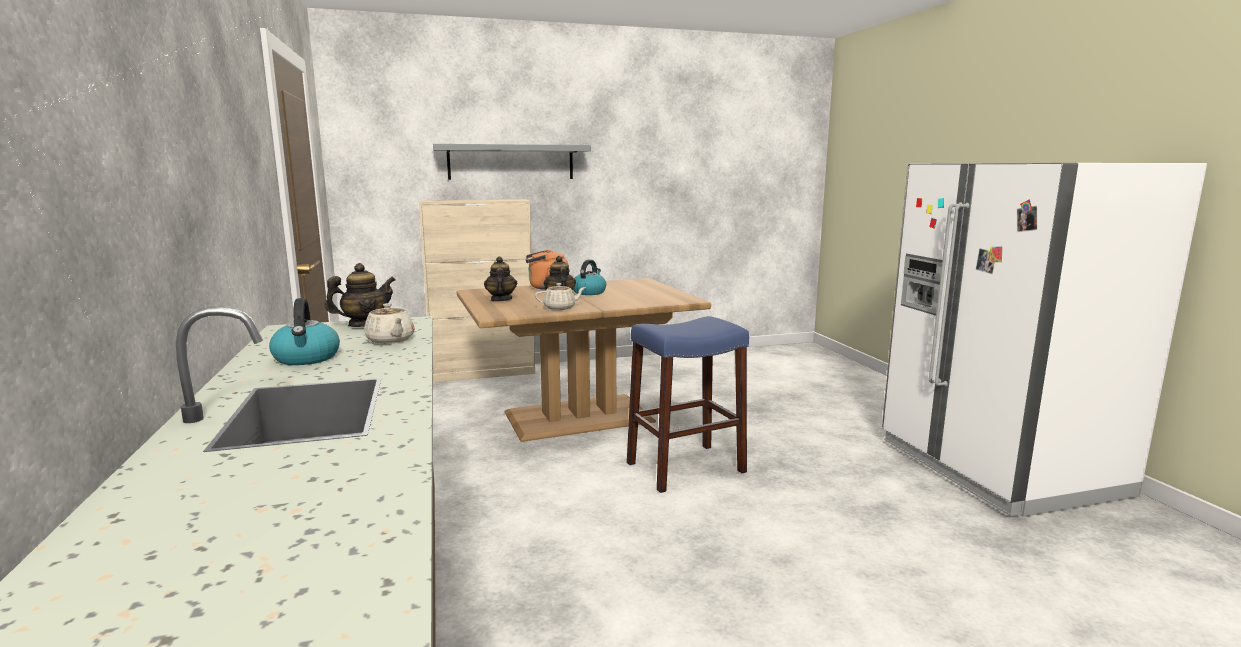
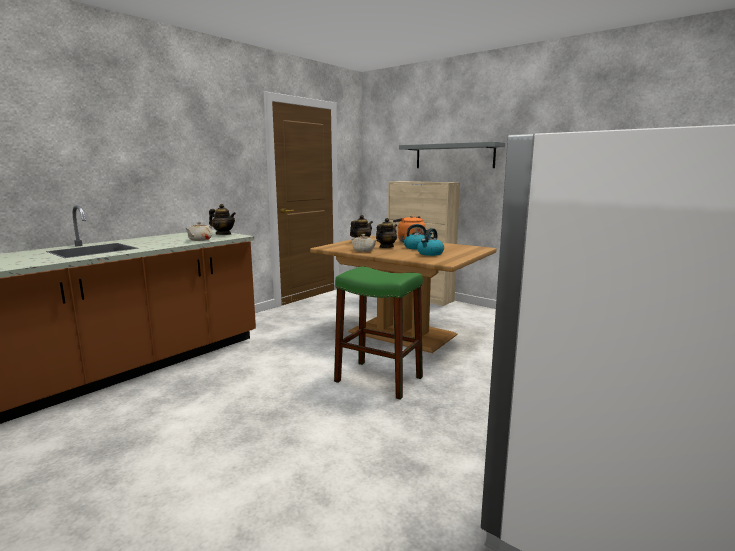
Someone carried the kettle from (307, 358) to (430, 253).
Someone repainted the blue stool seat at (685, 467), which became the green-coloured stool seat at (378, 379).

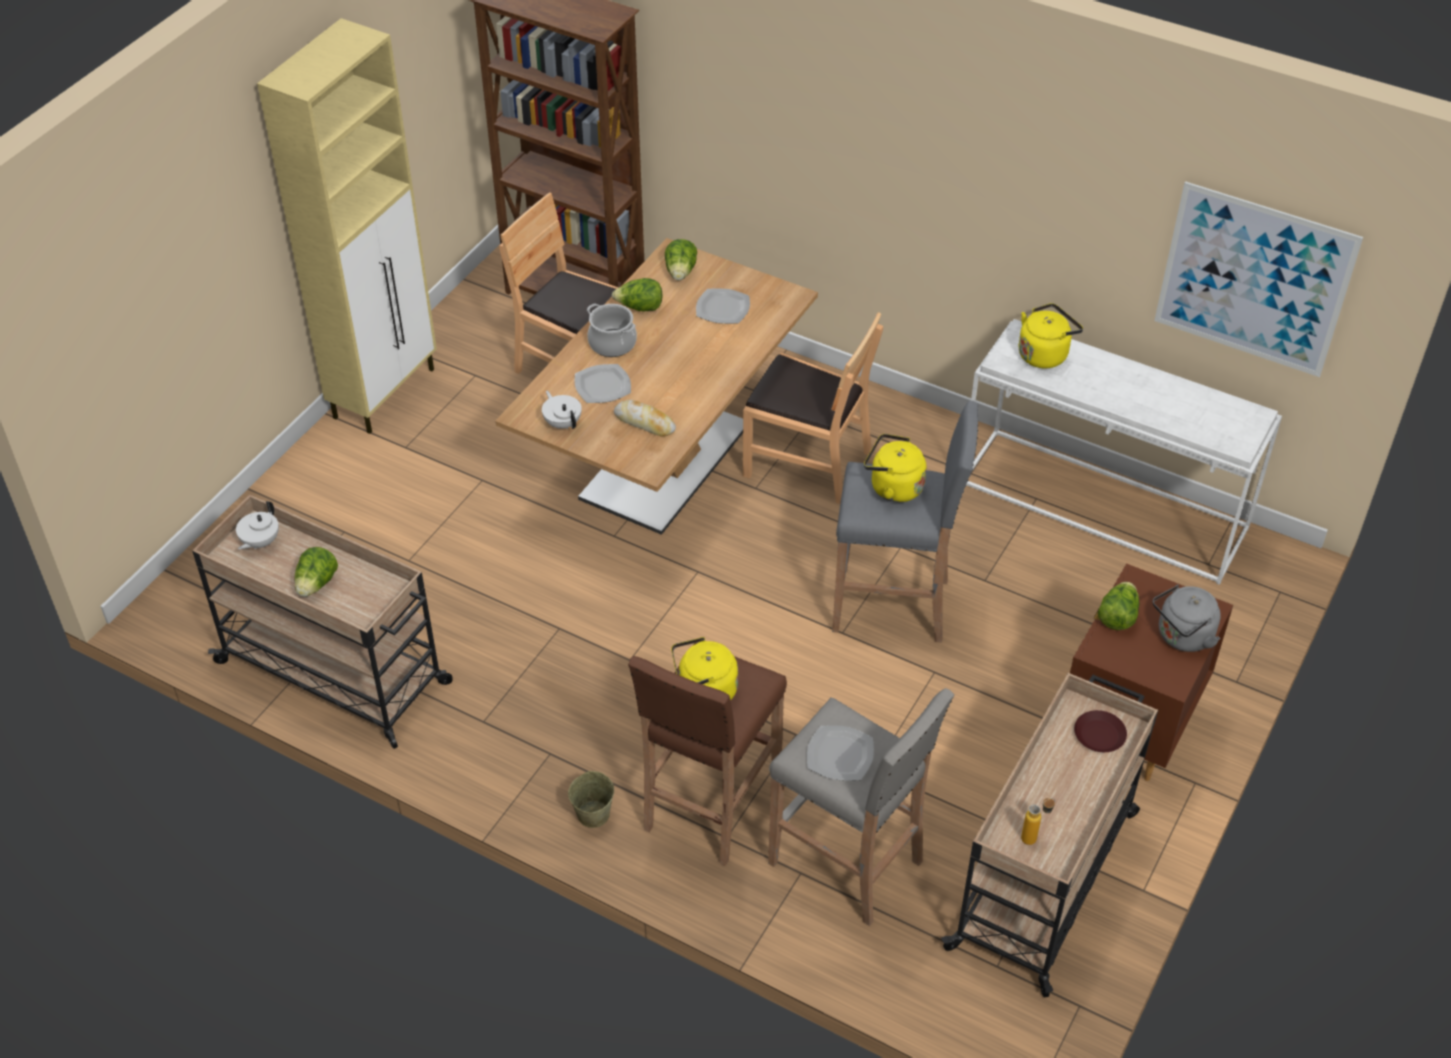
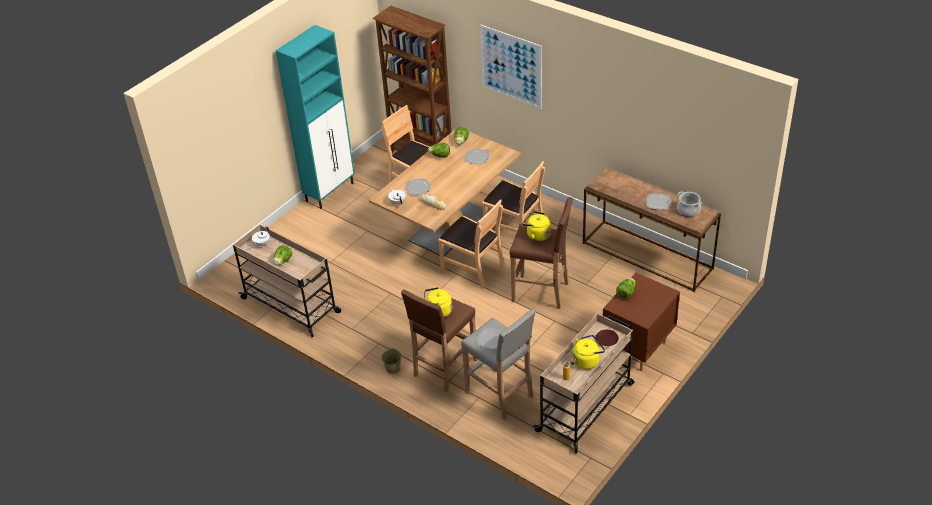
Someone repainted the sand-coloured cupboard at (385, 392), which became the turquoise cupboard at (330, 192).
Someone carried the picture from (1254, 280) to (511, 66).
Someone carried the yellow kettle from (1044, 354) to (587, 360).
Someone carried the stockpot from (612, 344) to (688, 210).
Someone repainted the white-coloured hall table at (1105, 505), which became the brown hall table at (648, 255).
Someone repainted the greyish stool seat at (894, 605), which became the brown stool seat at (541, 292).
Someone took away the greyish kettle at (1182, 637).
Someone put down the dinner plate at (658, 202).
Someone put down the brown plain chair at (473, 268).

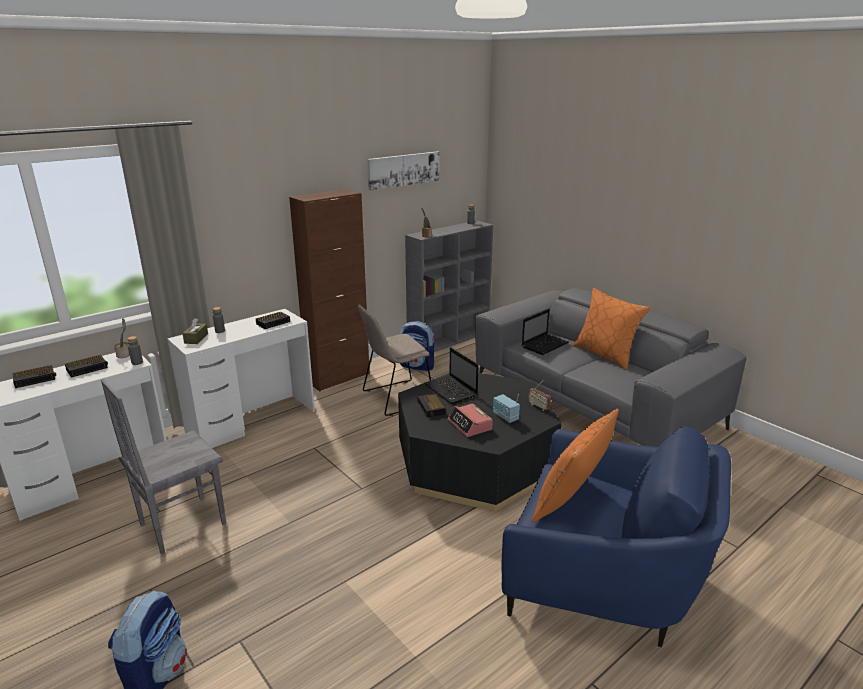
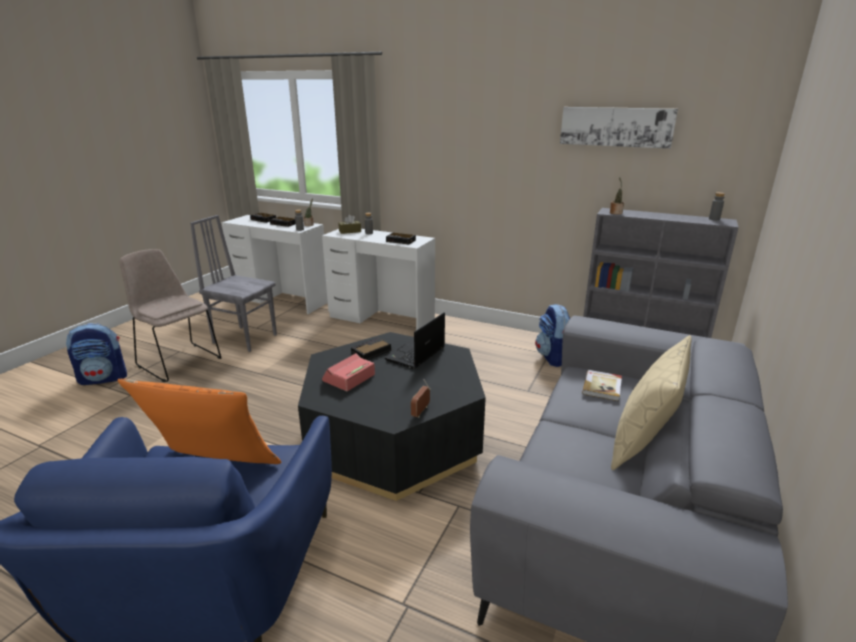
Someone took away the brown cupboard at (338, 378).
Someone repainted the orange-coloured pillow at (606, 354), which became the sand-coloured pillow at (643, 443).
Someone carried the sand-coloured plain chair from (395, 398) to (178, 361).
Someone swapped the notebook computer at (545, 345) for the bound book at (602, 387).
Someone took away the radio set at (505, 417).

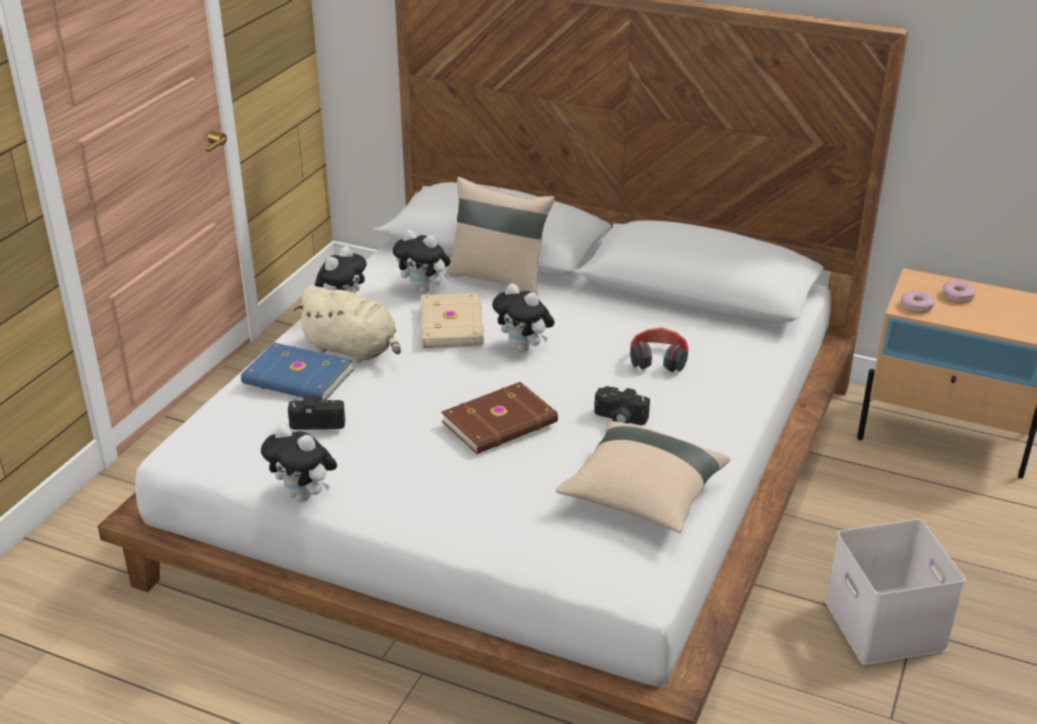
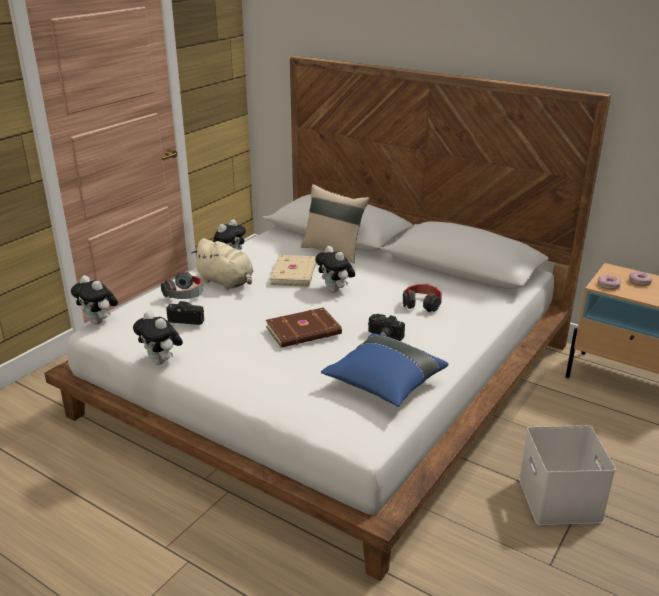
Someone carried the cuddly toy from (424, 290) to (99, 322).
Someone swapped the blue bound book at (297, 378) for the headphones at (185, 294).
Someone repainted the sand-coloured pillow at (642, 496), which became the blue pillow at (384, 384).

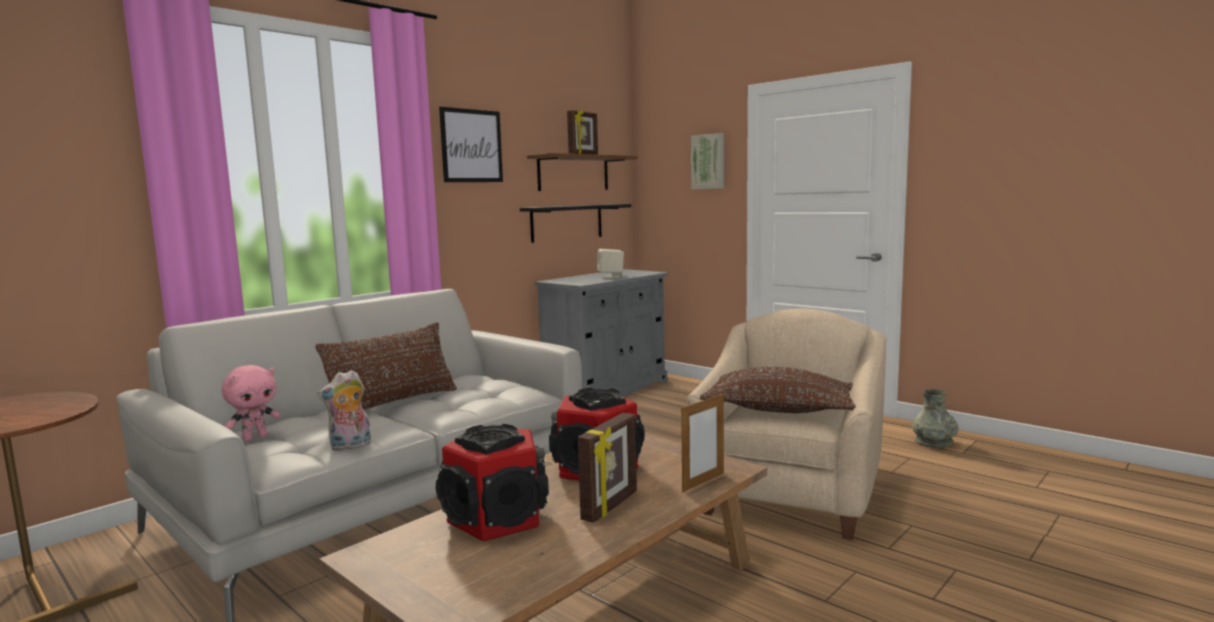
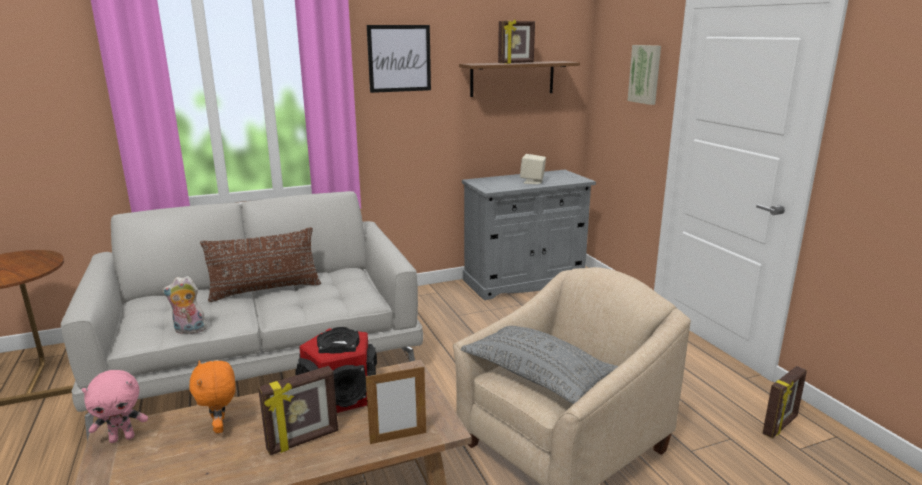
Someone took away the blackish wall shelf at (567, 222).
Someone carried the pinkish cuddly toy from (255, 437) to (122, 438).
Someone repainted the brown pillow at (779, 410), which became the greyish pillow at (537, 375).
Someone swapped the greyish vase at (934, 442) for the standing frame at (780, 426).
Someone swapped the loudspeaker at (498, 519) for the orange-coloured cuddly toy at (220, 427).

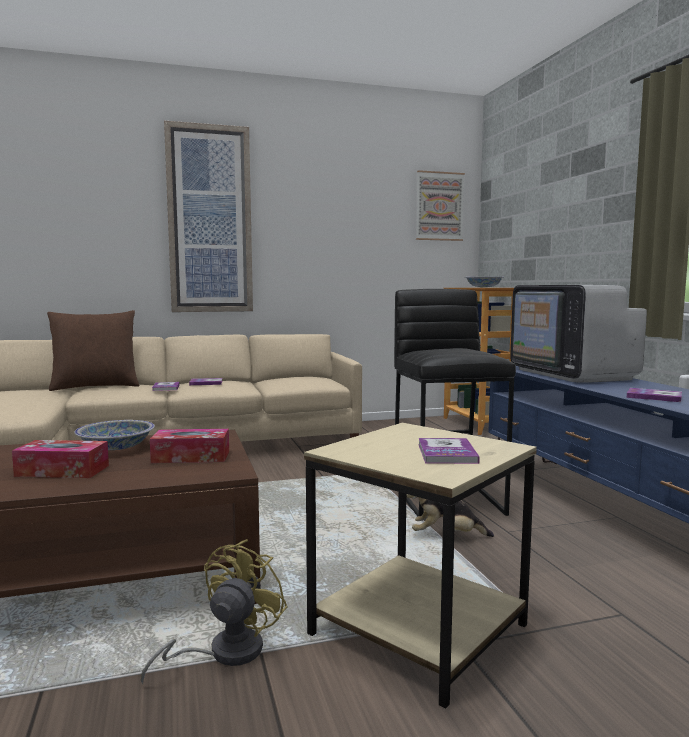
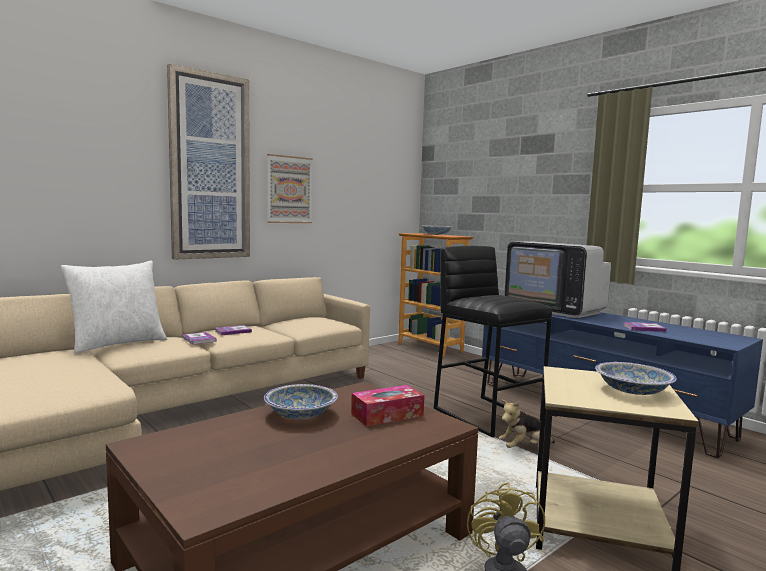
Someone carried the picture from (439, 206) to (289, 190).
Someone repainted the brown pillow at (95, 386), which became the white-coloured pillow at (117, 344).
Someone swapped the bound book at (447, 453) for the bowl at (632, 391).
Someone took away the box of tissues at (62, 471).

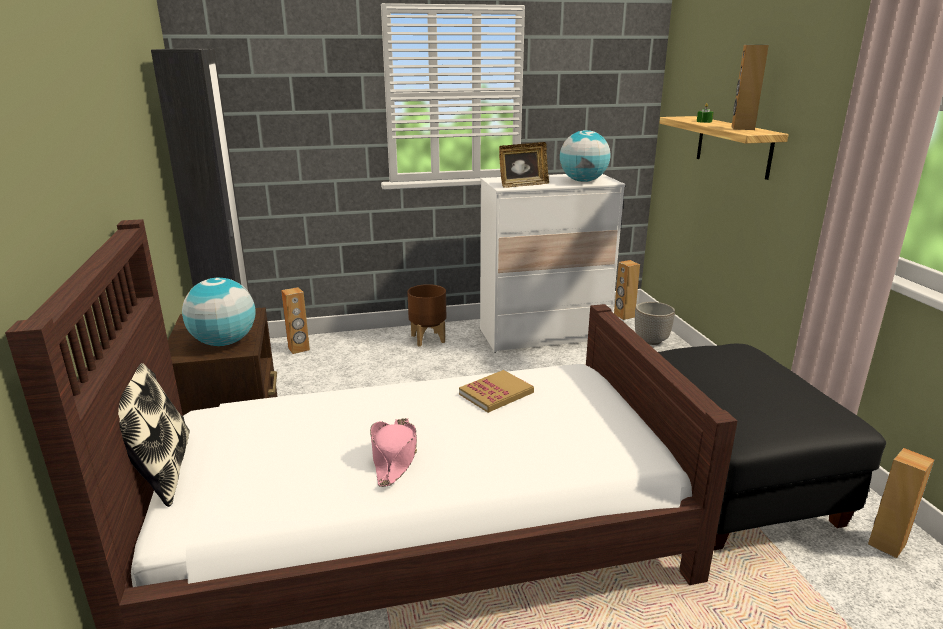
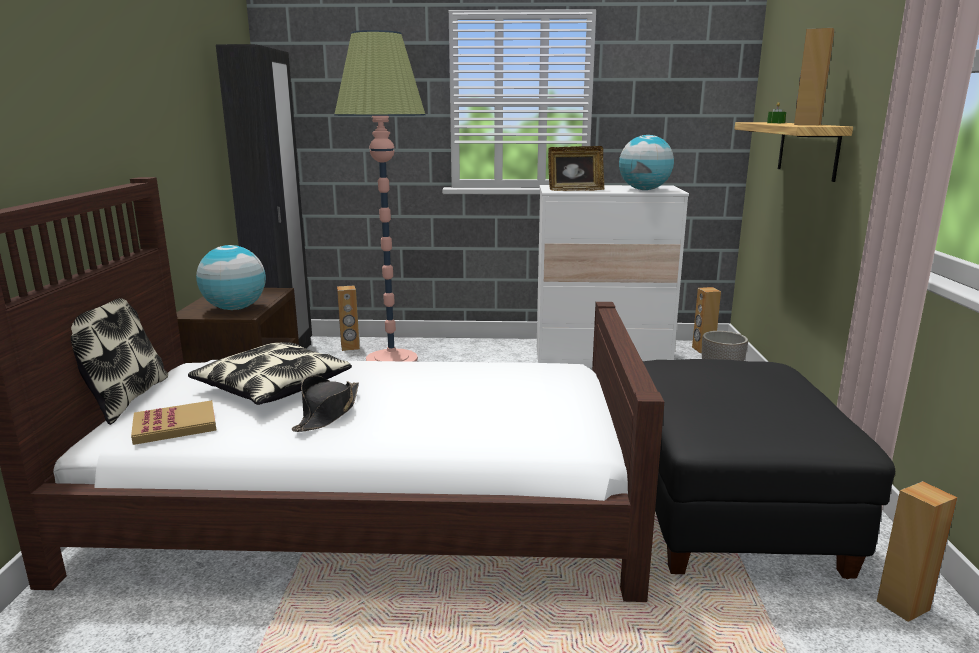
Someone took away the brown flower pot at (428, 339).
Someone carried the bound book from (496, 393) to (175, 426).
Someone repainted the pinkish hat at (394, 457), which became the blackish hat at (328, 413).
Someone put down the floor lamp at (391, 360).
Someone put down the pillow at (272, 387).

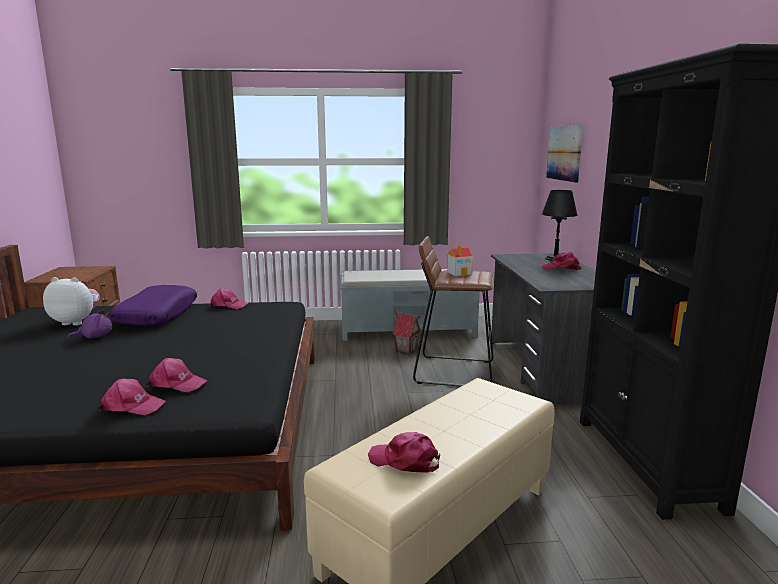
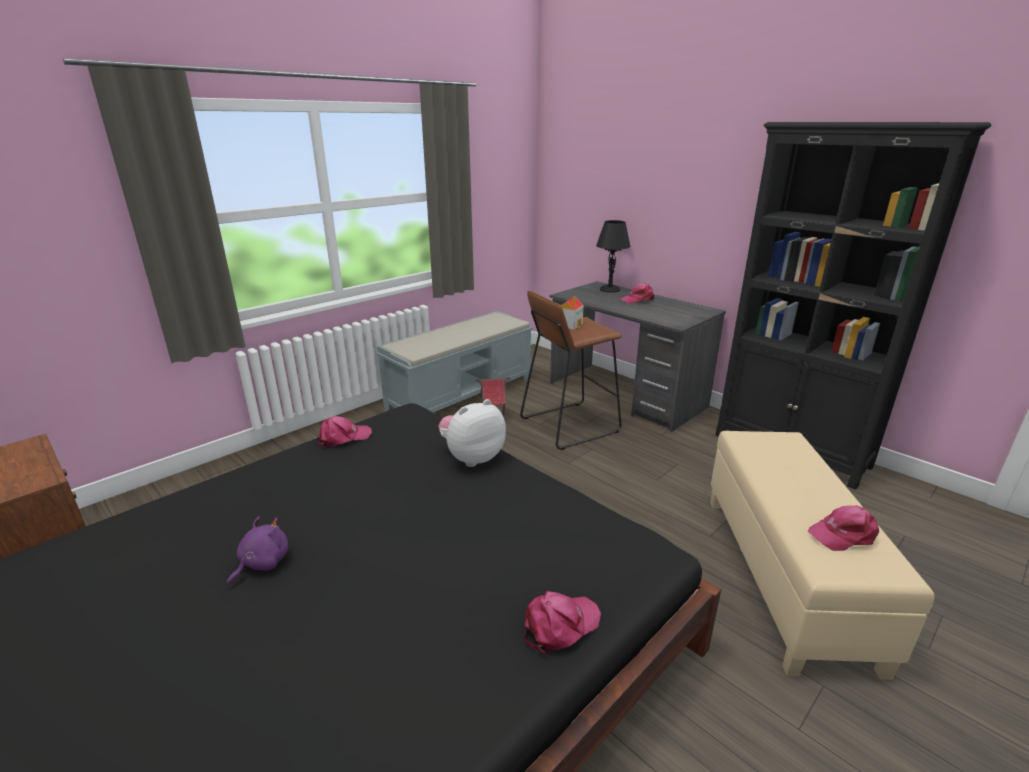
Someone took away the picture at (564, 153).
Someone carried the cuddly toy from (76, 322) to (472, 457).
Someone took away the purplish pillow at (157, 315).
Someone took away the pinkish cap at (177, 384).

